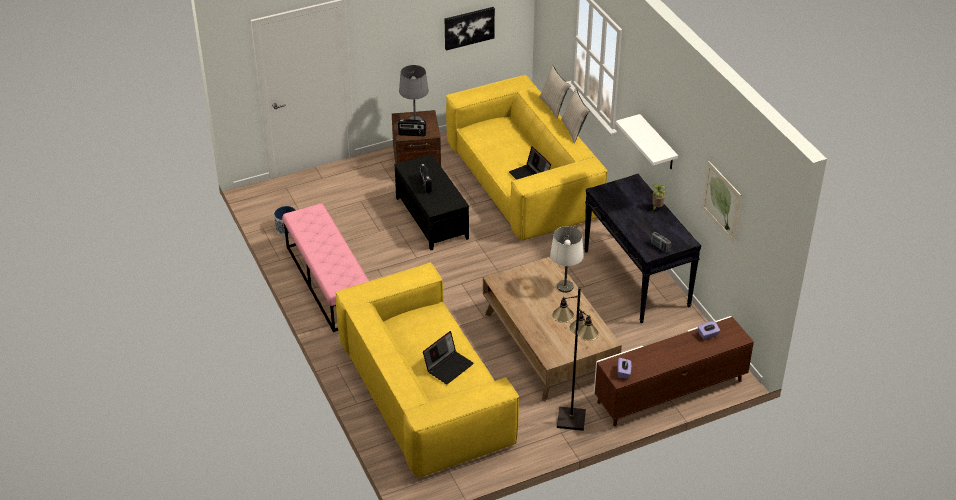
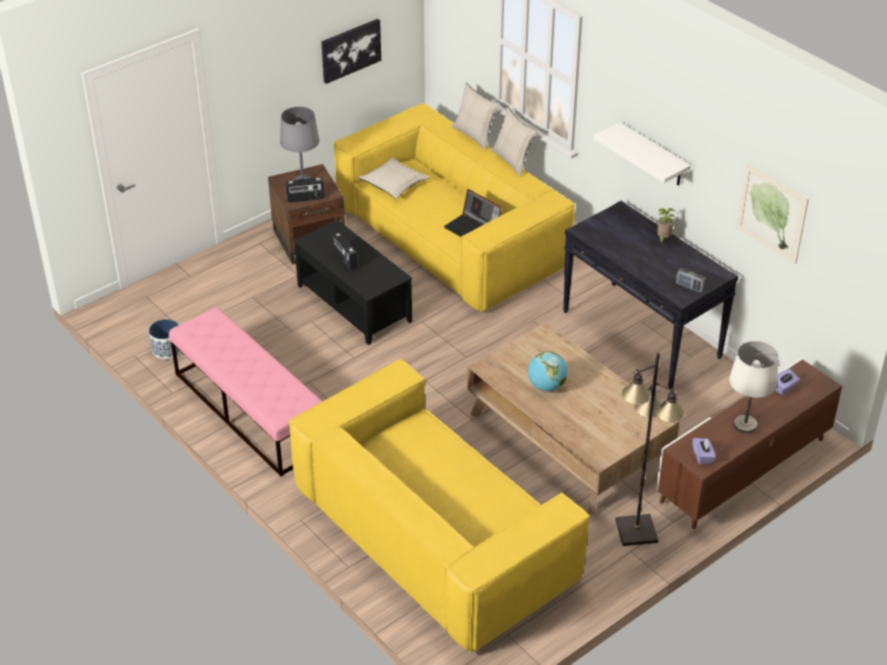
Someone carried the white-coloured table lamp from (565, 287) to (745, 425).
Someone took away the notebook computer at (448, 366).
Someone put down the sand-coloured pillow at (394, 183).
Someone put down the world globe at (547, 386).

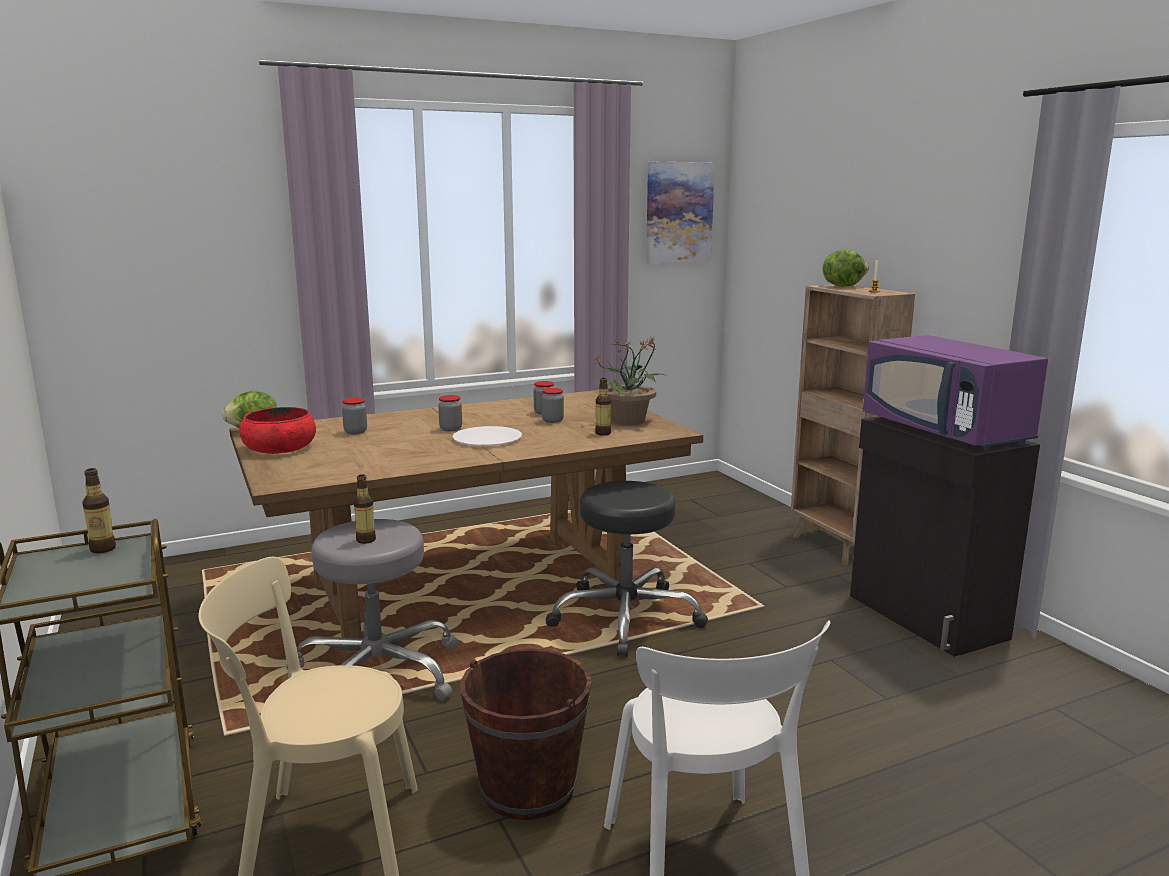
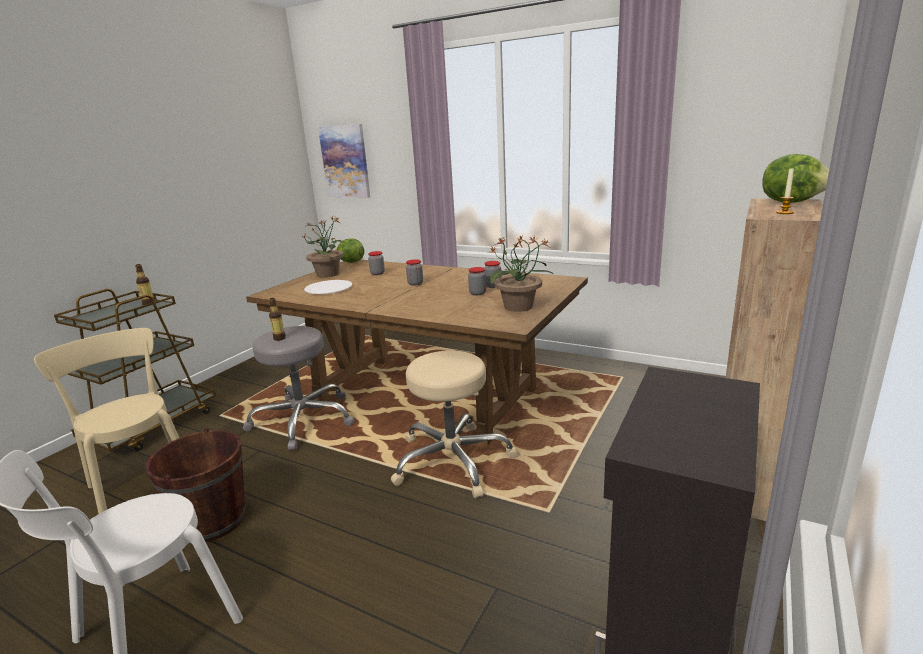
Someone carried the picture from (678, 212) to (345, 161).
Someone took away the purplish microwave at (946, 432).
Someone took away the bottle at (603, 433).
Someone swapped the red bowl at (280, 448) for the potted plant at (328, 274).
Someone carried the white-coloured dinner plate from (487, 438) to (328, 288).
Someone repainted the blackish stool seat at (625, 617), which became the sand-coloured stool seat at (453, 460).

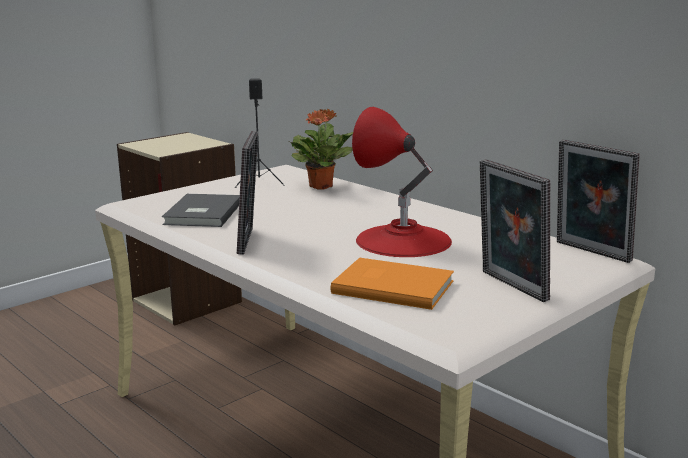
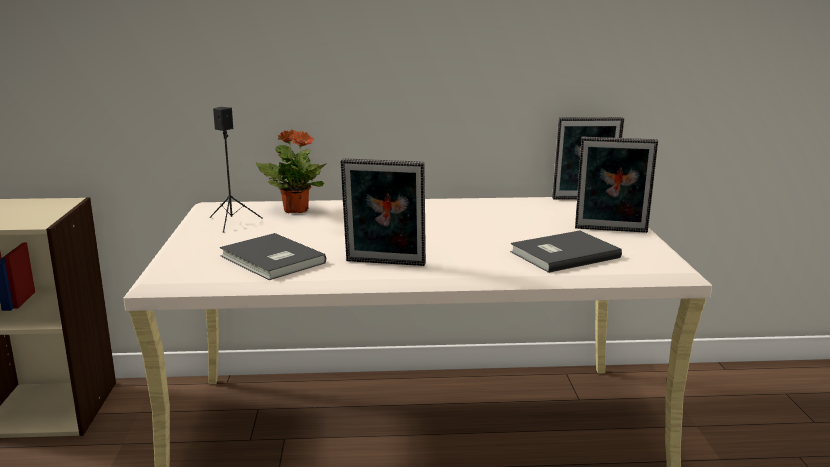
Someone took away the red table lamp at (403, 240).
Someone rotated the standing frame at (250, 241) by 150 degrees clockwise.
Someone repainted the orange-coloured bound book at (392, 286), which became the greyish bound book at (562, 254).

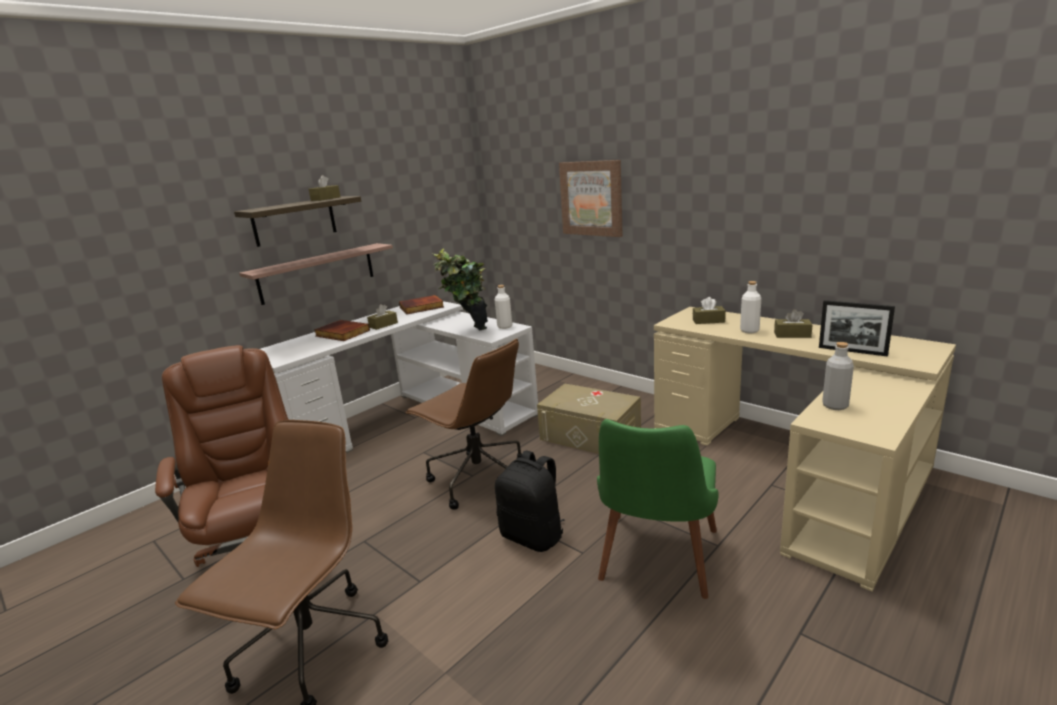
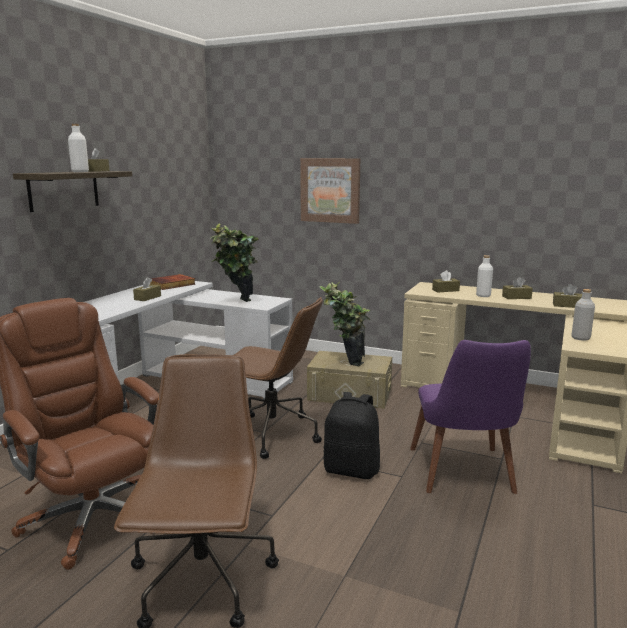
Someone took away the wall shelf at (317, 273).
Someone carried the white-coloured bottle from (504, 326) to (80, 172).
Someone swapped the standing frame at (852, 351) for the brown box of tissues at (567, 305).
Someone took away the bound book at (341, 333).
Someone repainted the green-coloured plain chair at (656, 565), which became the purplish plain chair at (465, 477).
Someone put down the potted plant at (344, 362).

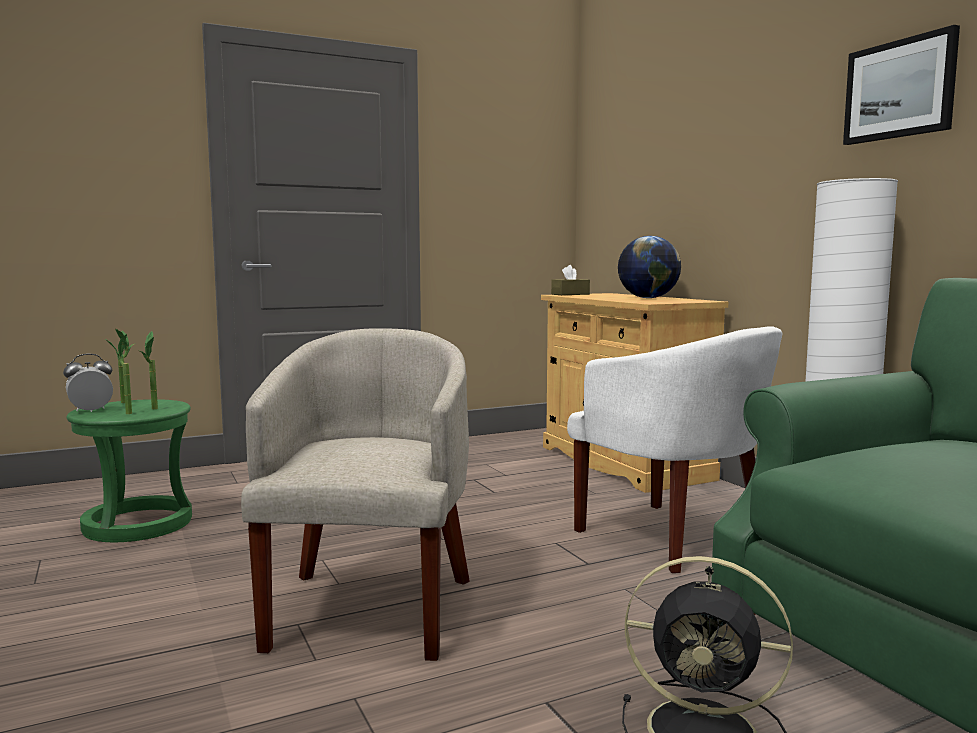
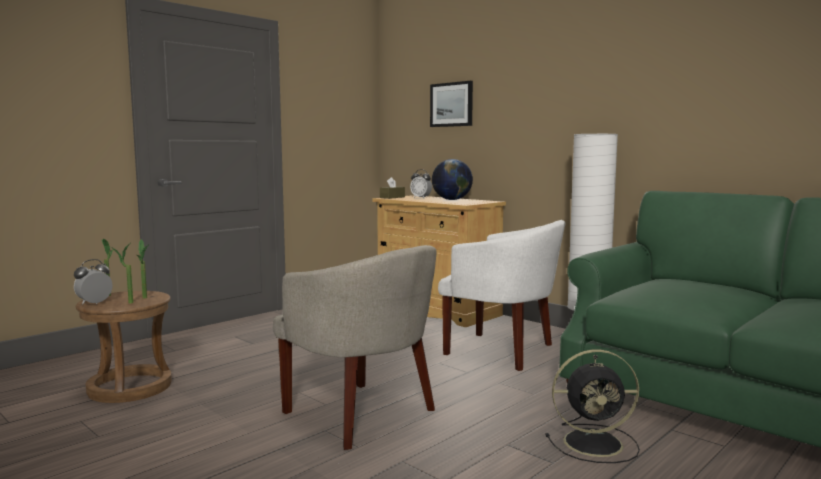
Someone carried the picture from (899, 89) to (451, 104).
Someone rotated the sand-coloured easy chair at (370, 608) by 150 degrees clockwise.
Someone repainted the green-coloured stool seat at (137, 524), which became the brown stool seat at (129, 387).
Someone put down the table clock at (421, 198).

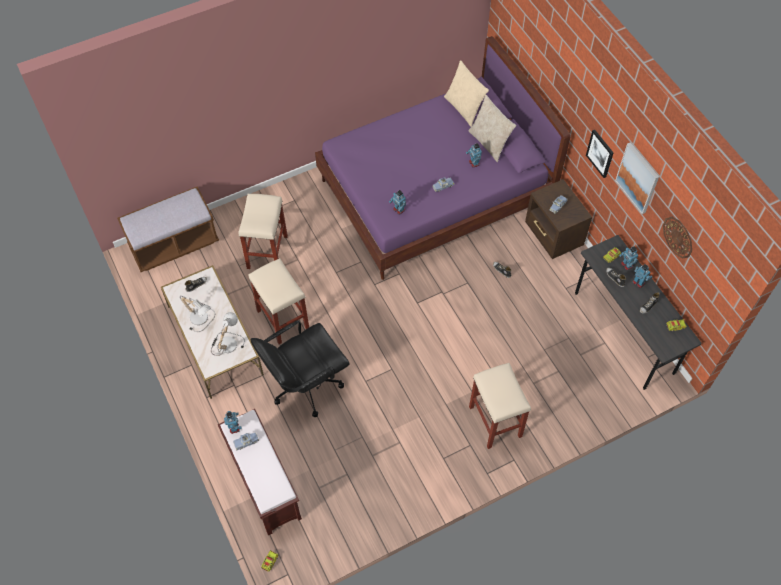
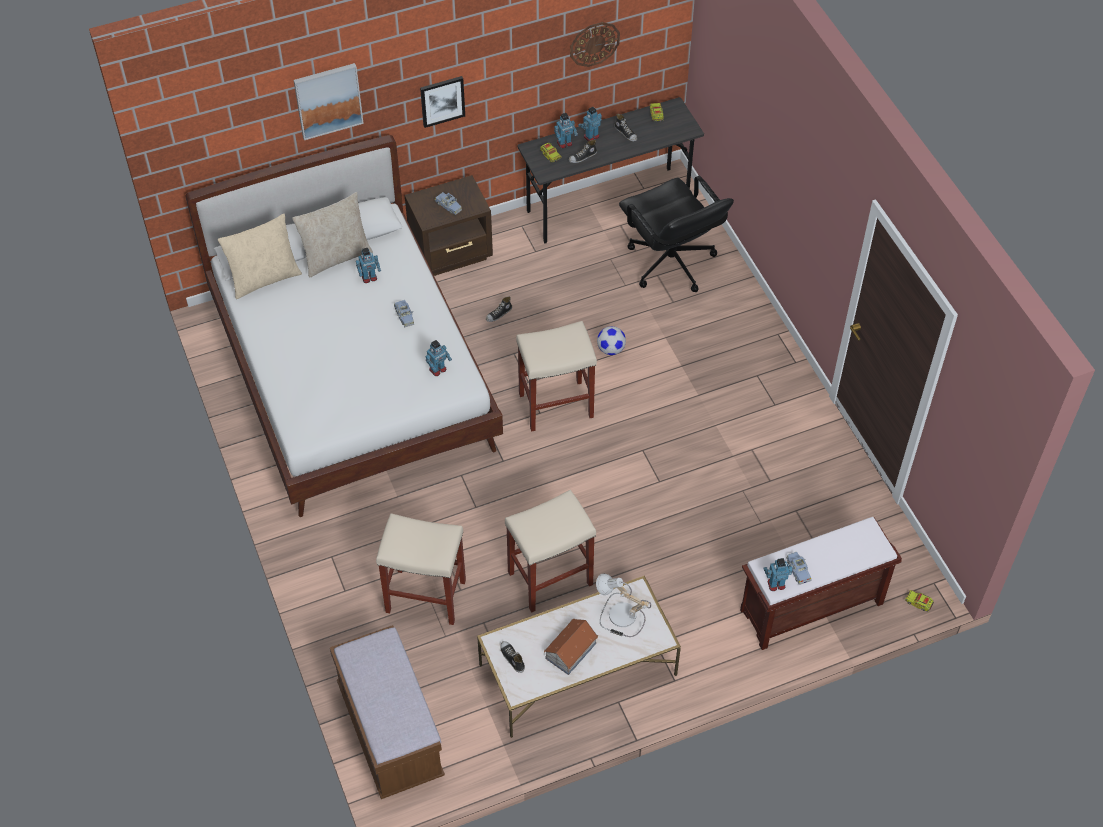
Someone repainted the purplish bedroom bed at (435, 193), which became the white-coloured bedroom bed at (354, 376).
Someone carried the picture from (638, 177) to (328, 100).
Someone swapped the table lamp at (201, 316) for the miniature house at (570, 651).
Someone carried the blackish desk chair from (305, 385) to (670, 263).
Someone carried the sand-coloured stool seat from (496, 422) to (557, 405).
Someone put down the football ball at (611, 349).

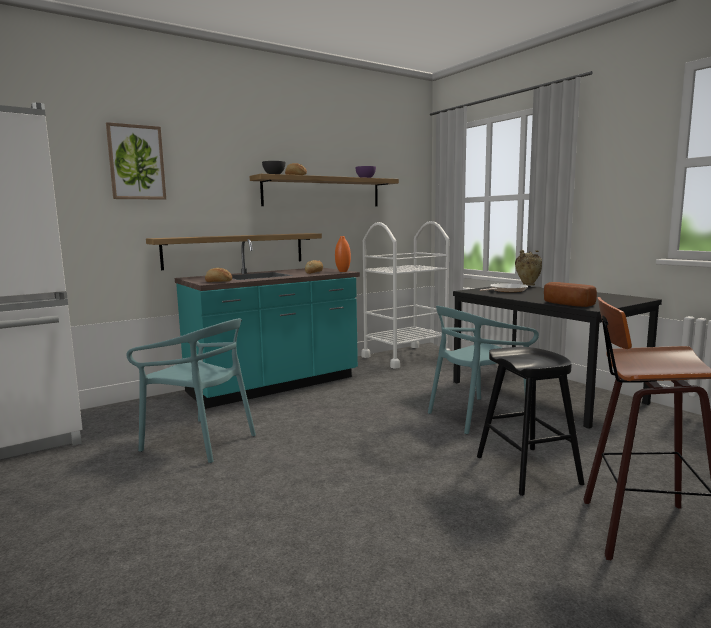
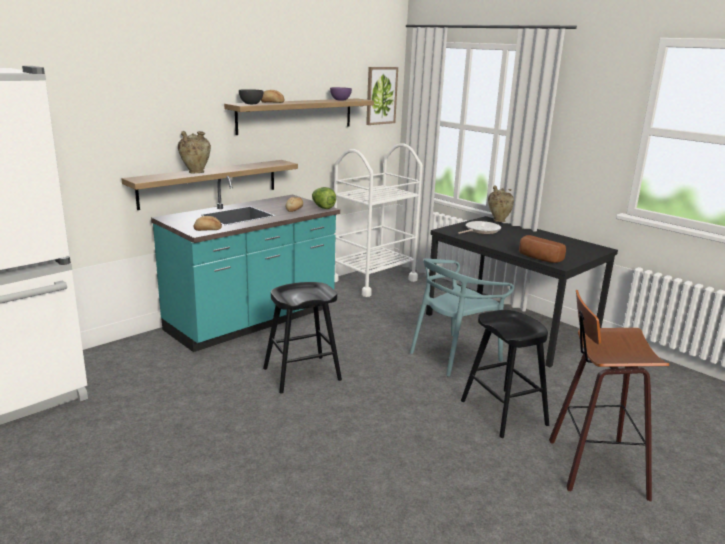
Someone carried the picture from (136, 162) to (381, 95).
Someone swapped the orange-coloured vase at (343, 271) for the lettuce at (322, 207).
Someone took away the turquoise plain chair at (200, 441).
Someone put down the sand-coloured vase at (195, 172).
Someone put down the blackish stool seat at (301, 374).

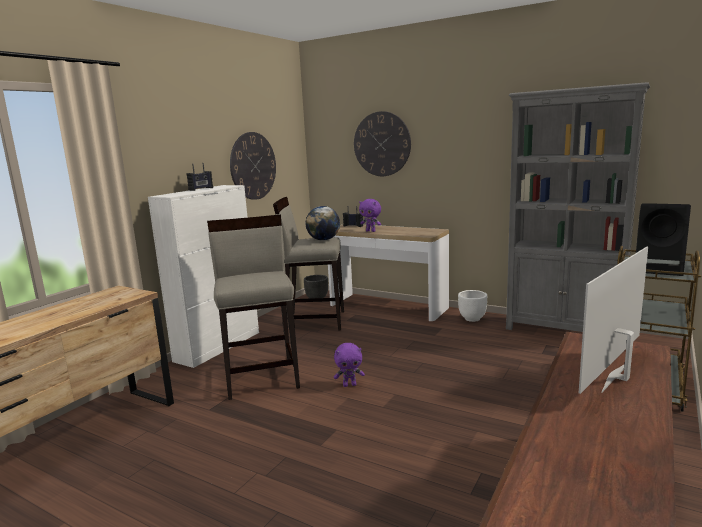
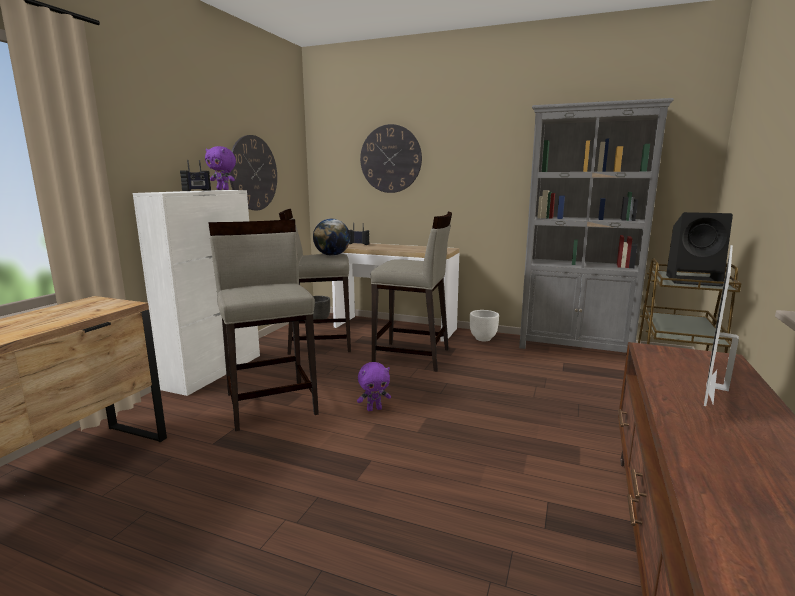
Someone carried the purplish cuddly toy from (371, 231) to (223, 189).
Someone put down the sand-coloured stool seat at (412, 357).

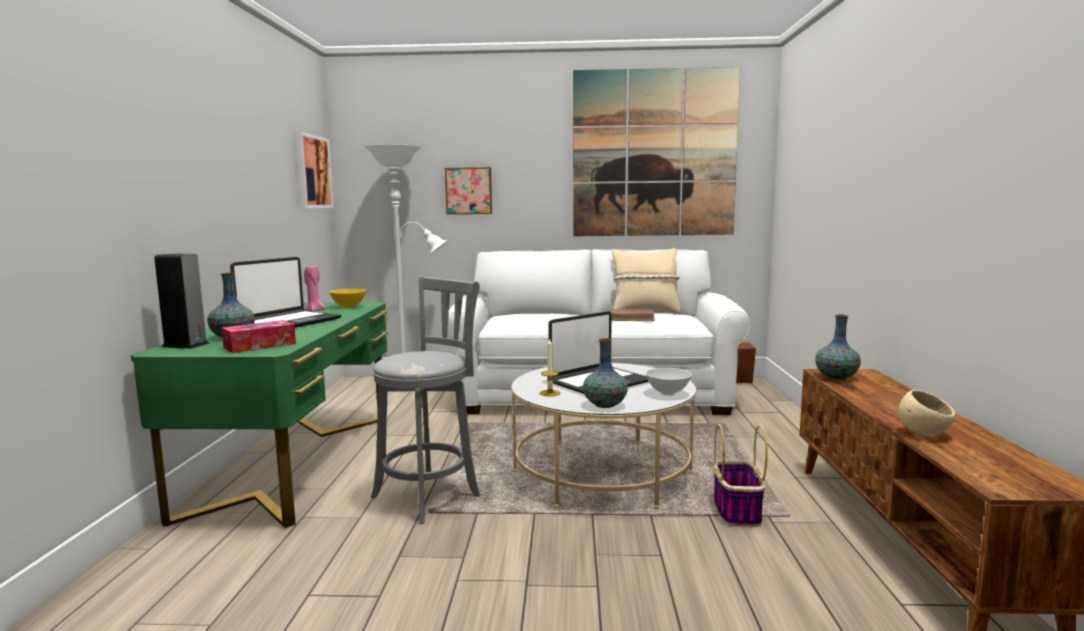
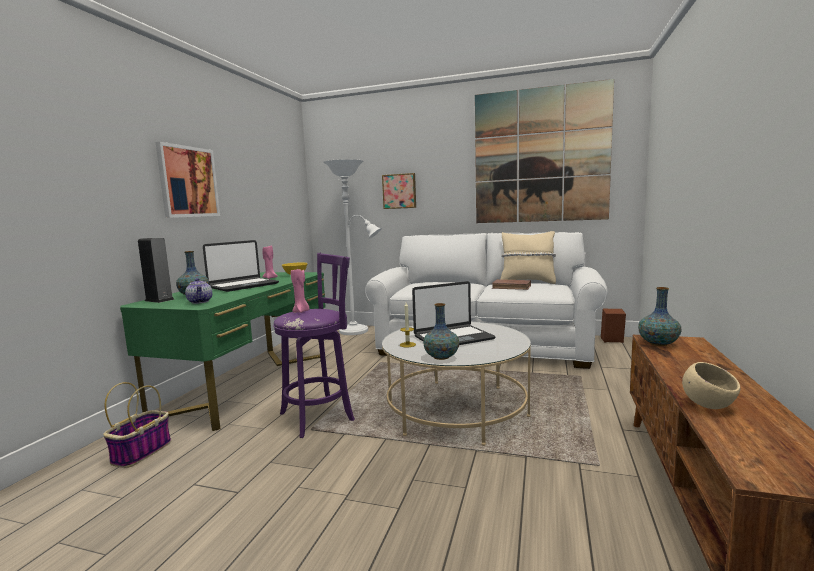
Someone carried the picture from (313, 172) to (188, 182).
Someone repainted the greyish stool seat at (431, 495), which became the purplish stool seat at (321, 416).
Someone swapped the box of tissues at (260, 346) for the tea pot at (200, 302).
Someone took away the white-coloured bowl at (668, 393).
Someone carried the storage basket from (736, 510) to (142, 452).
Someone put down the pinkish candle at (301, 311).

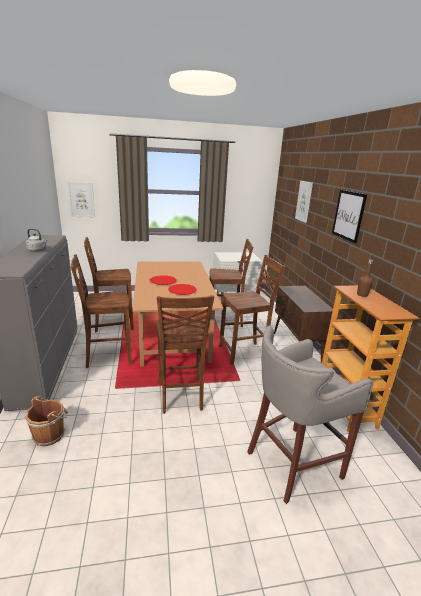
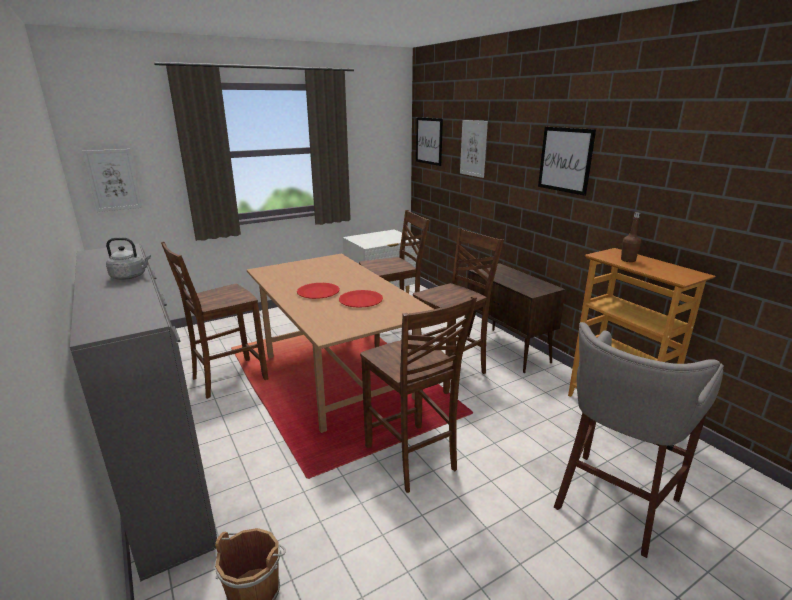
Someone took away the brown plain chair at (107, 356).
Someone put up the picture at (429, 141).

